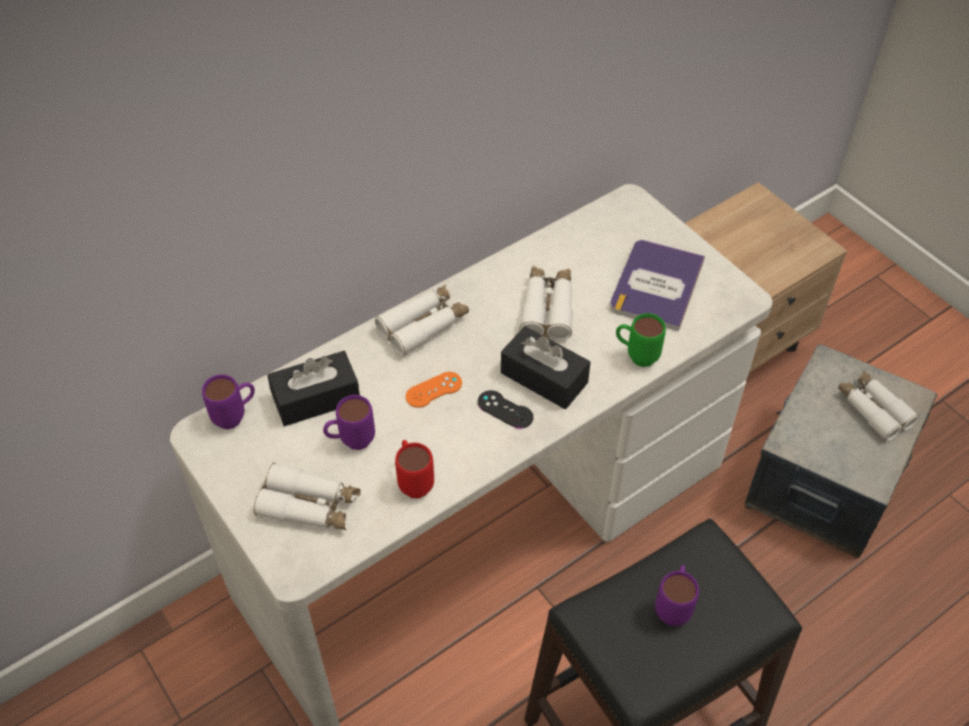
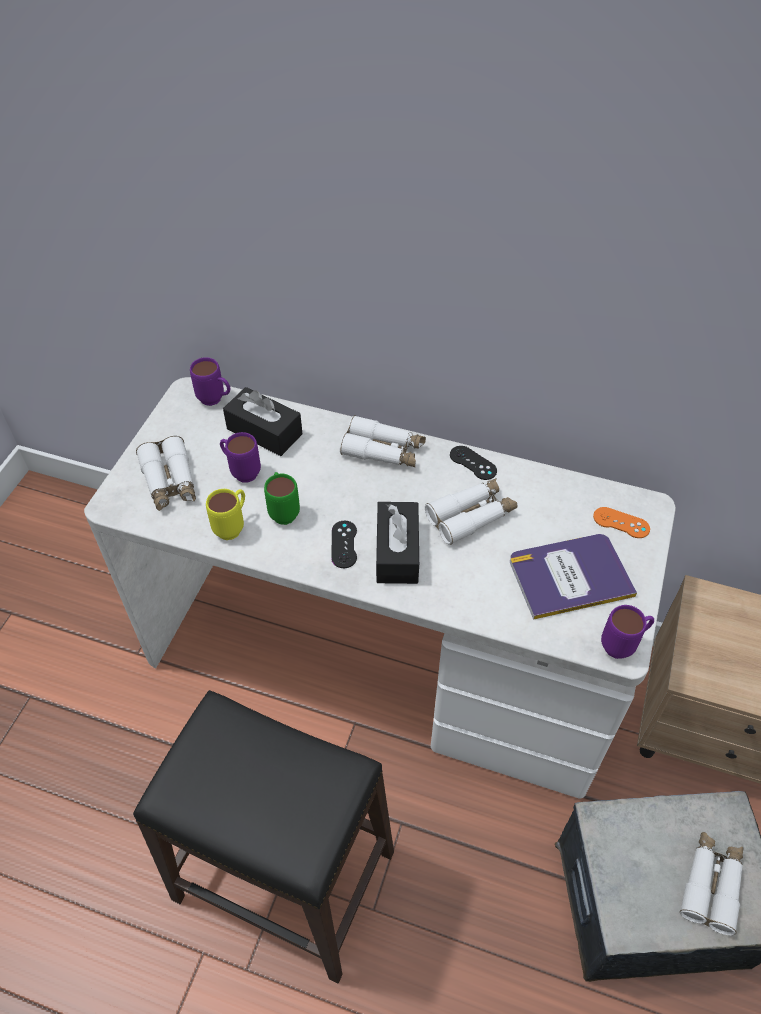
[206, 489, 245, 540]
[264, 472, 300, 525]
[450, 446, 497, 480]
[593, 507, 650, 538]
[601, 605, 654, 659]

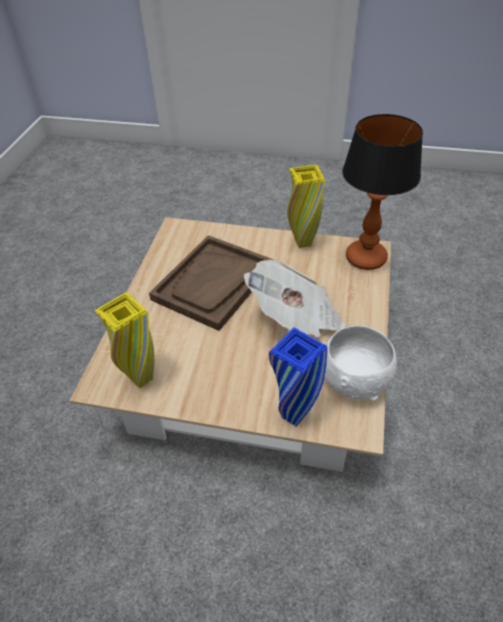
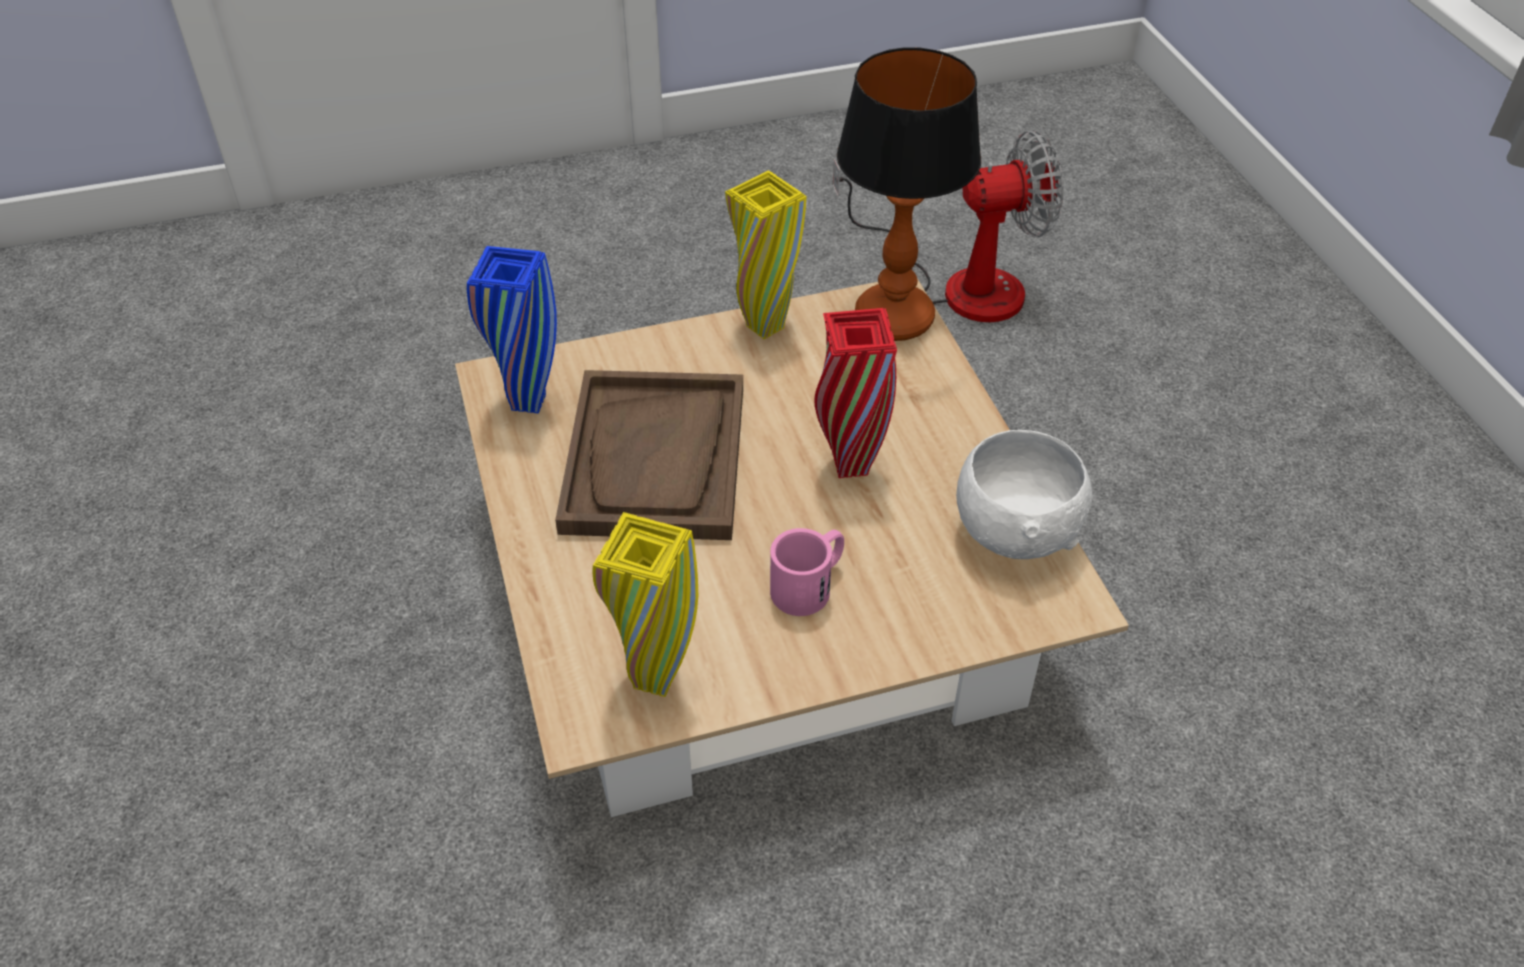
[467, 246, 557, 414]
[770, 528, 844, 616]
[814, 308, 897, 478]
[833, 131, 1064, 322]

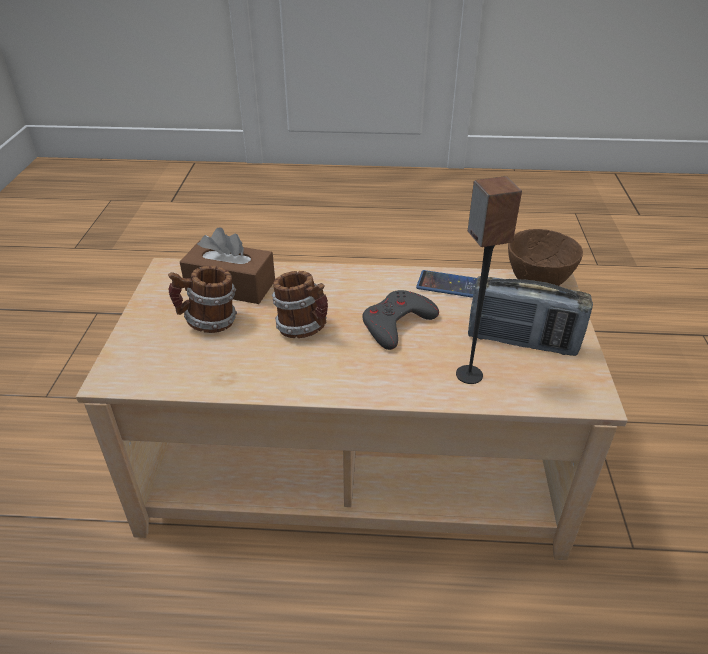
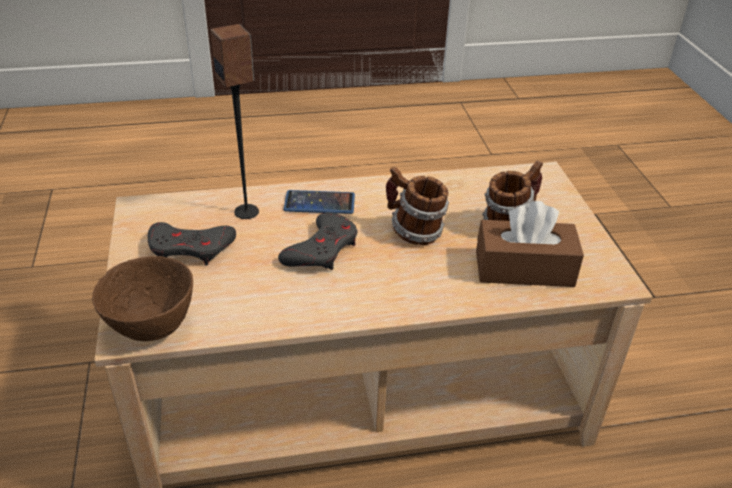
[148, 222, 236, 266]
[283, 190, 355, 214]

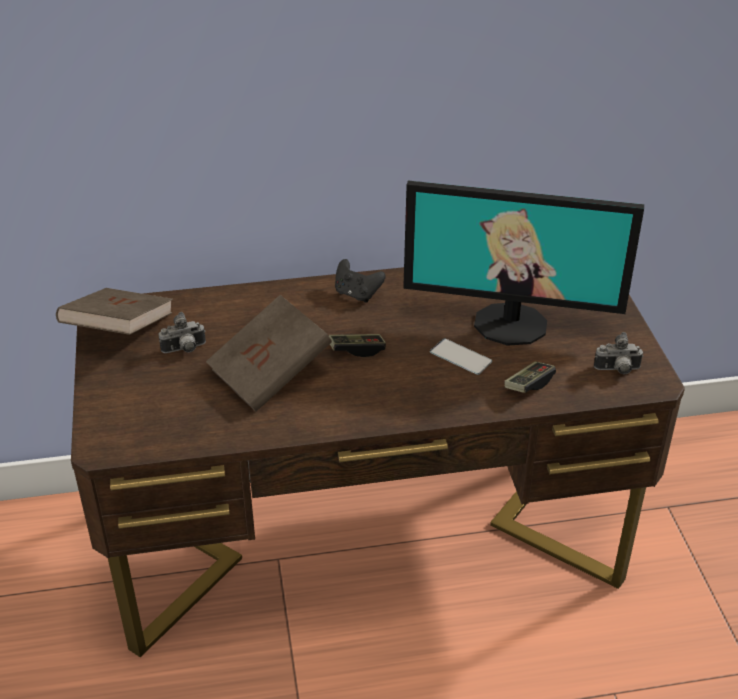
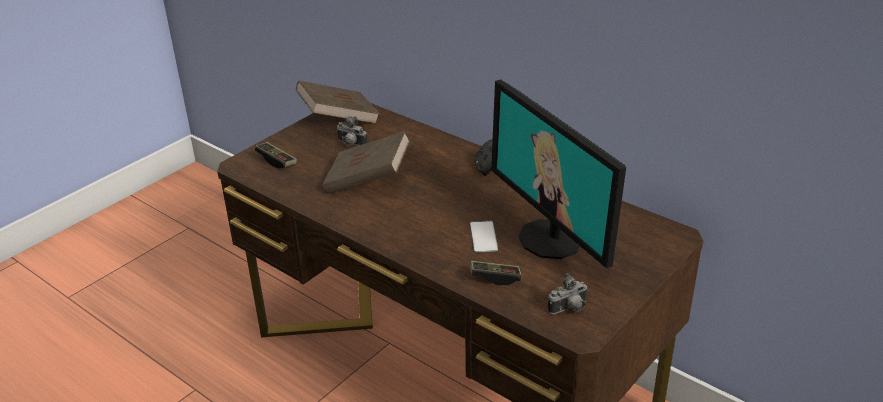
[255, 142, 297, 169]
[547, 273, 588, 314]

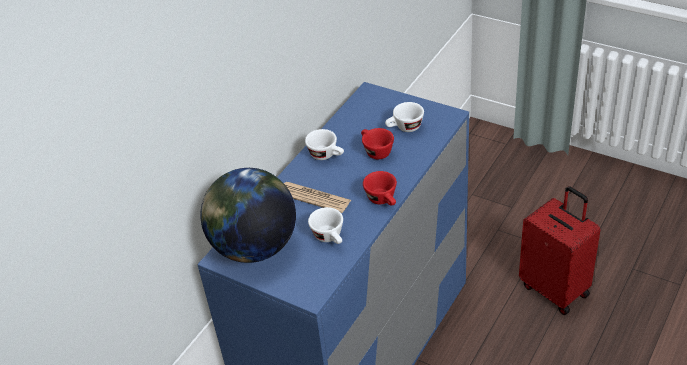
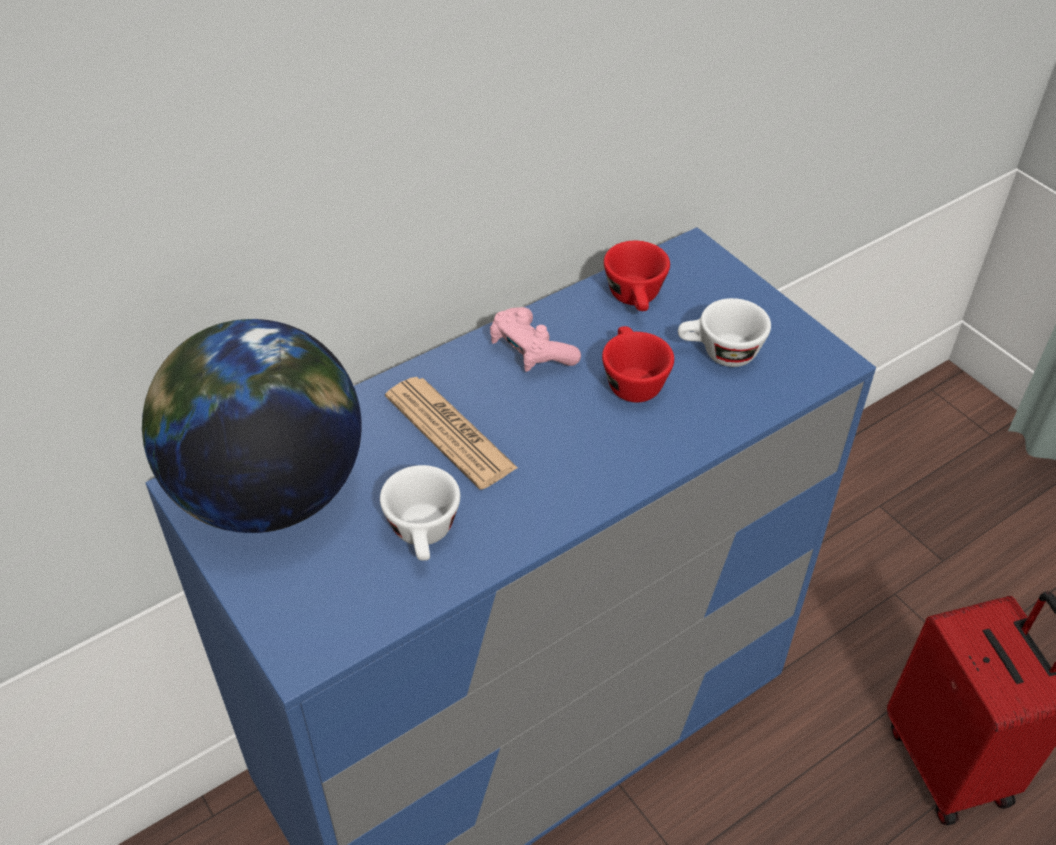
[490, 307, 581, 372]
[604, 241, 670, 311]

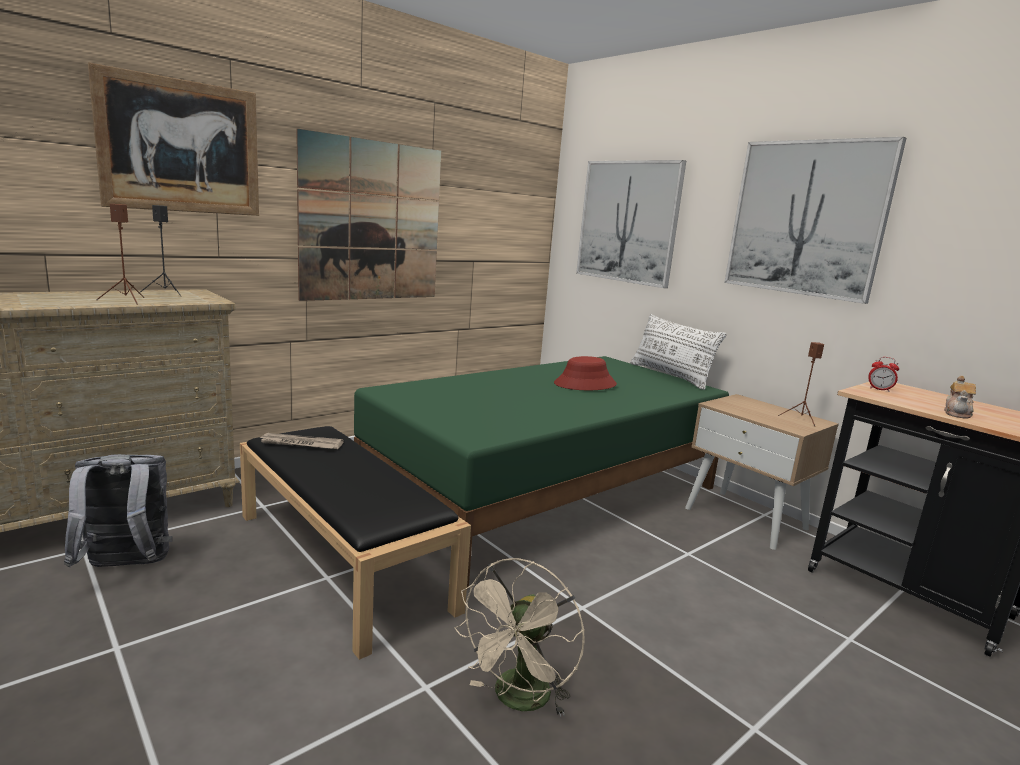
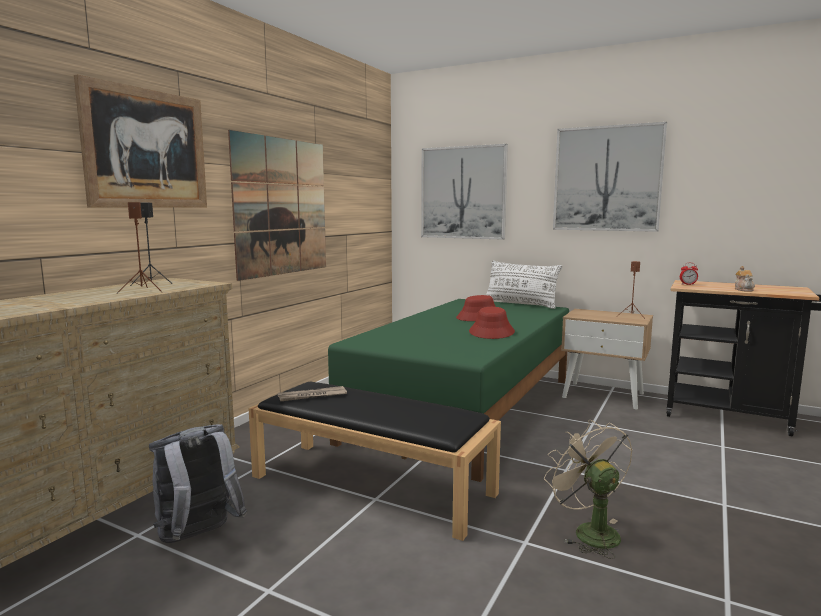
[469, 307, 515, 339]
[544, 420, 633, 559]

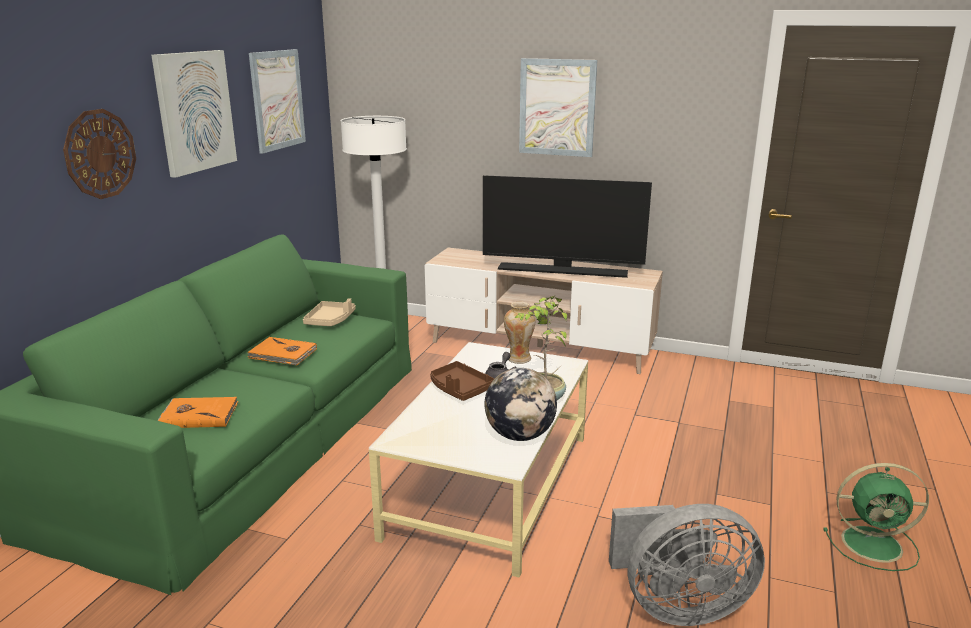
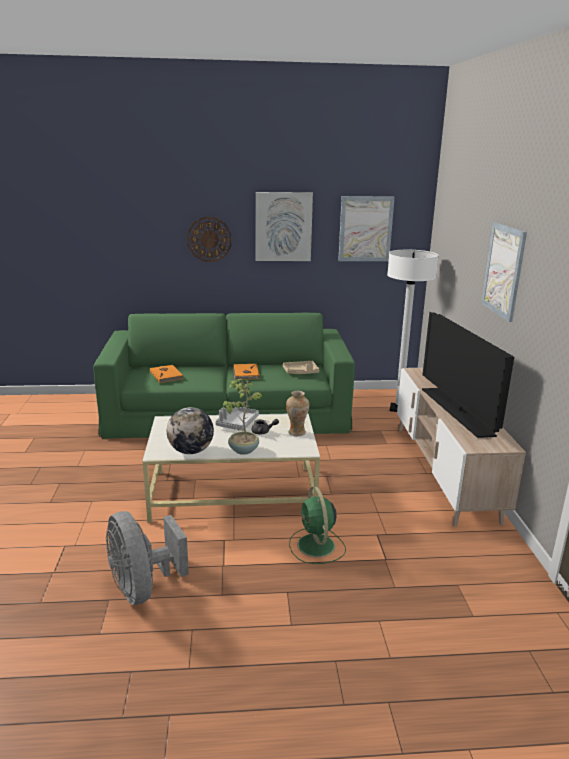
[215, 407, 259, 430]
[289, 486, 346, 564]

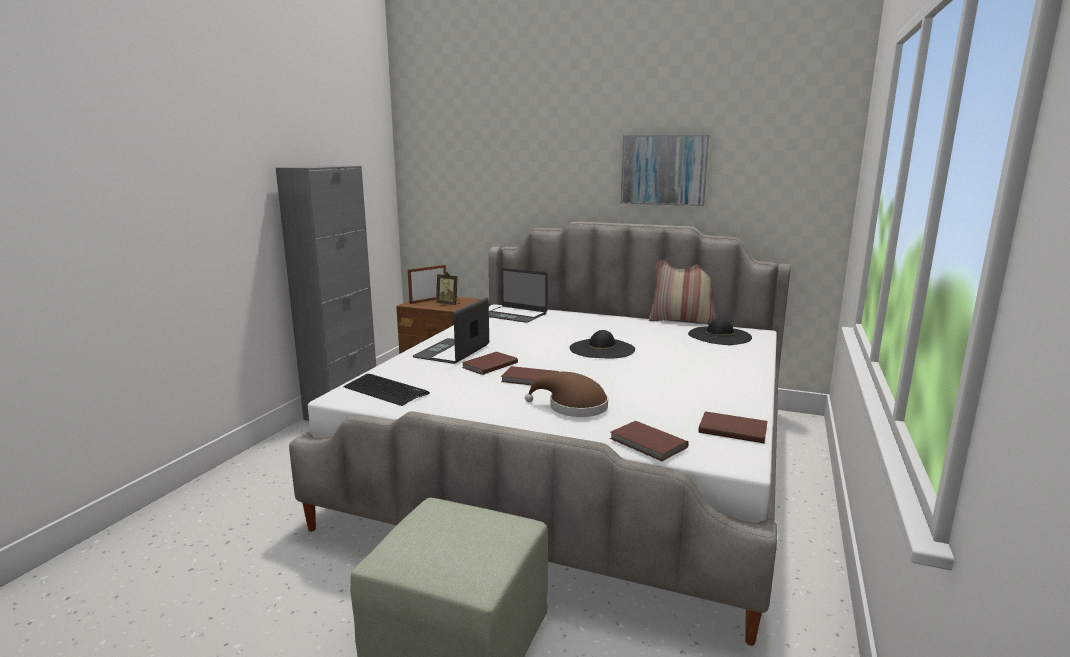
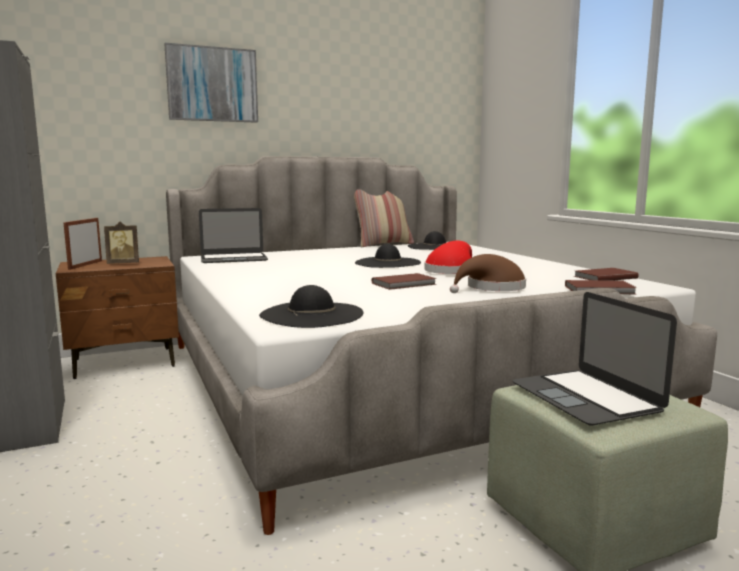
[164, 43, 258, 123]
[259, 285, 364, 328]
[424, 240, 472, 274]
[512, 292, 677, 425]
[462, 352, 518, 375] (first image)

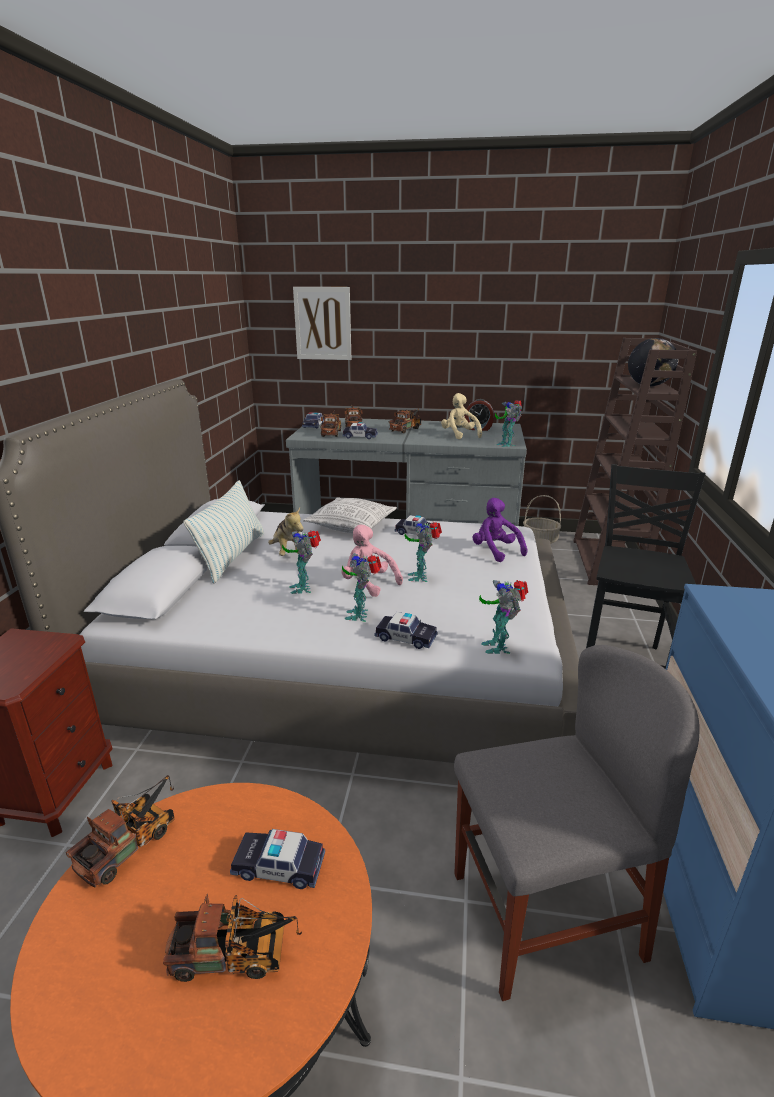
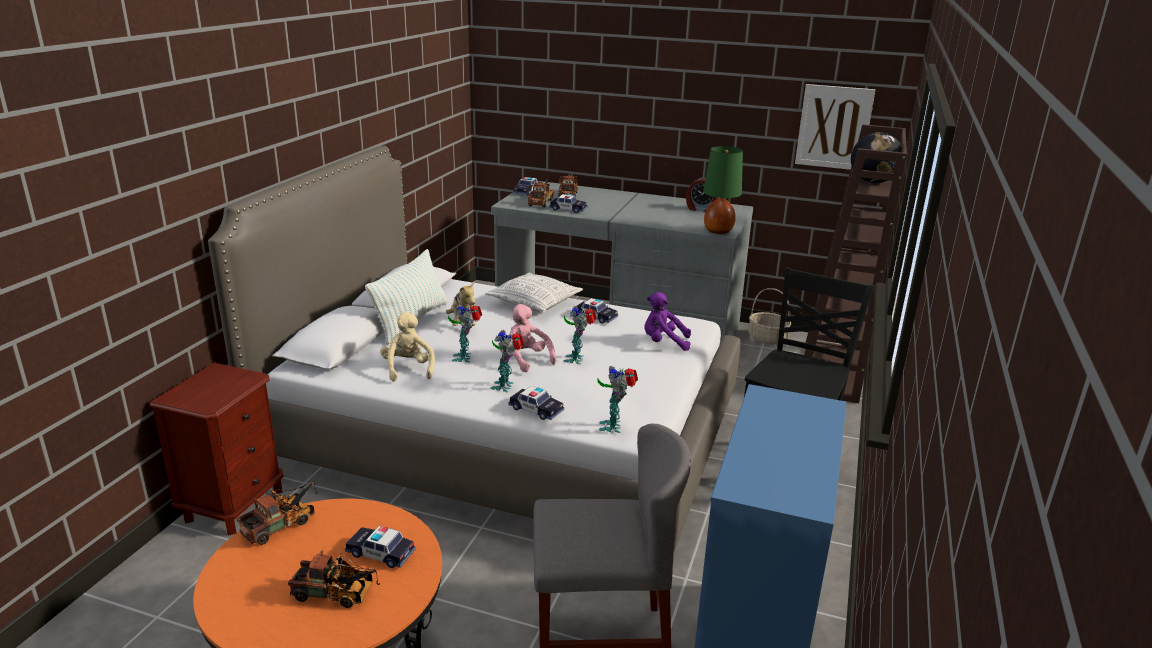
[380, 312, 435, 382]
[645, 292, 691, 351]
[703, 146, 743, 234]
[795, 84, 876, 170]
[389, 408, 421, 433] (first image)

